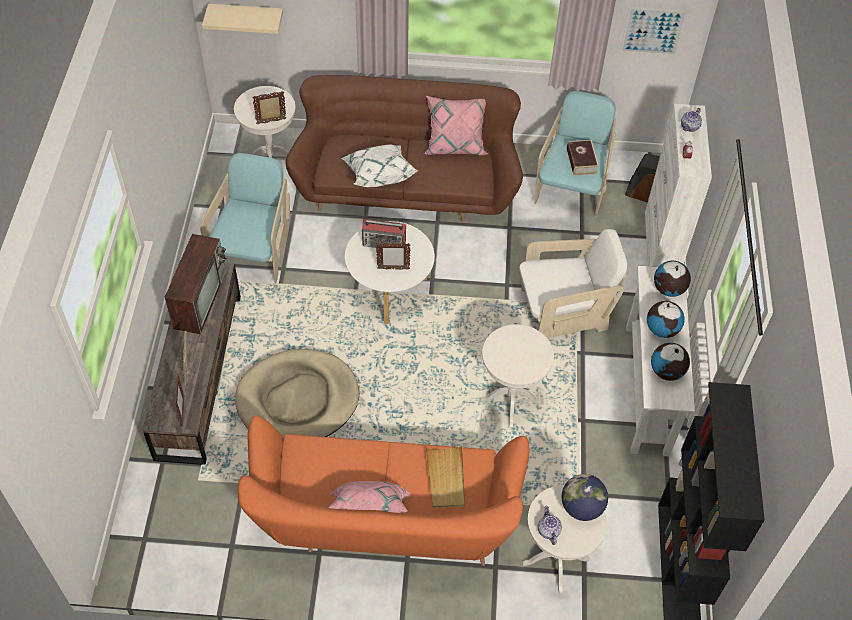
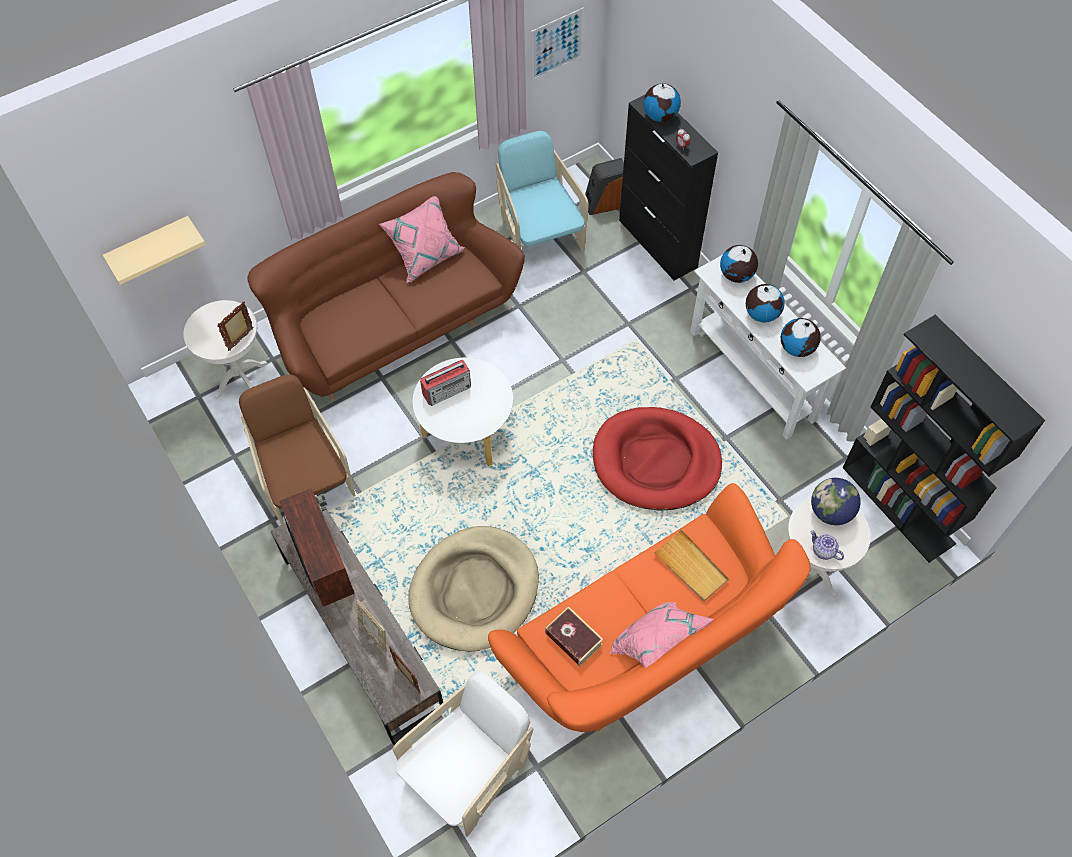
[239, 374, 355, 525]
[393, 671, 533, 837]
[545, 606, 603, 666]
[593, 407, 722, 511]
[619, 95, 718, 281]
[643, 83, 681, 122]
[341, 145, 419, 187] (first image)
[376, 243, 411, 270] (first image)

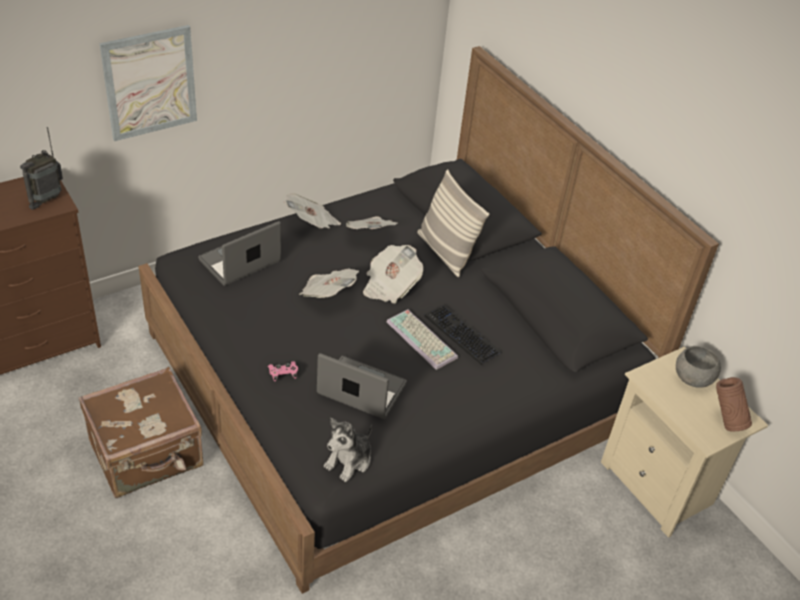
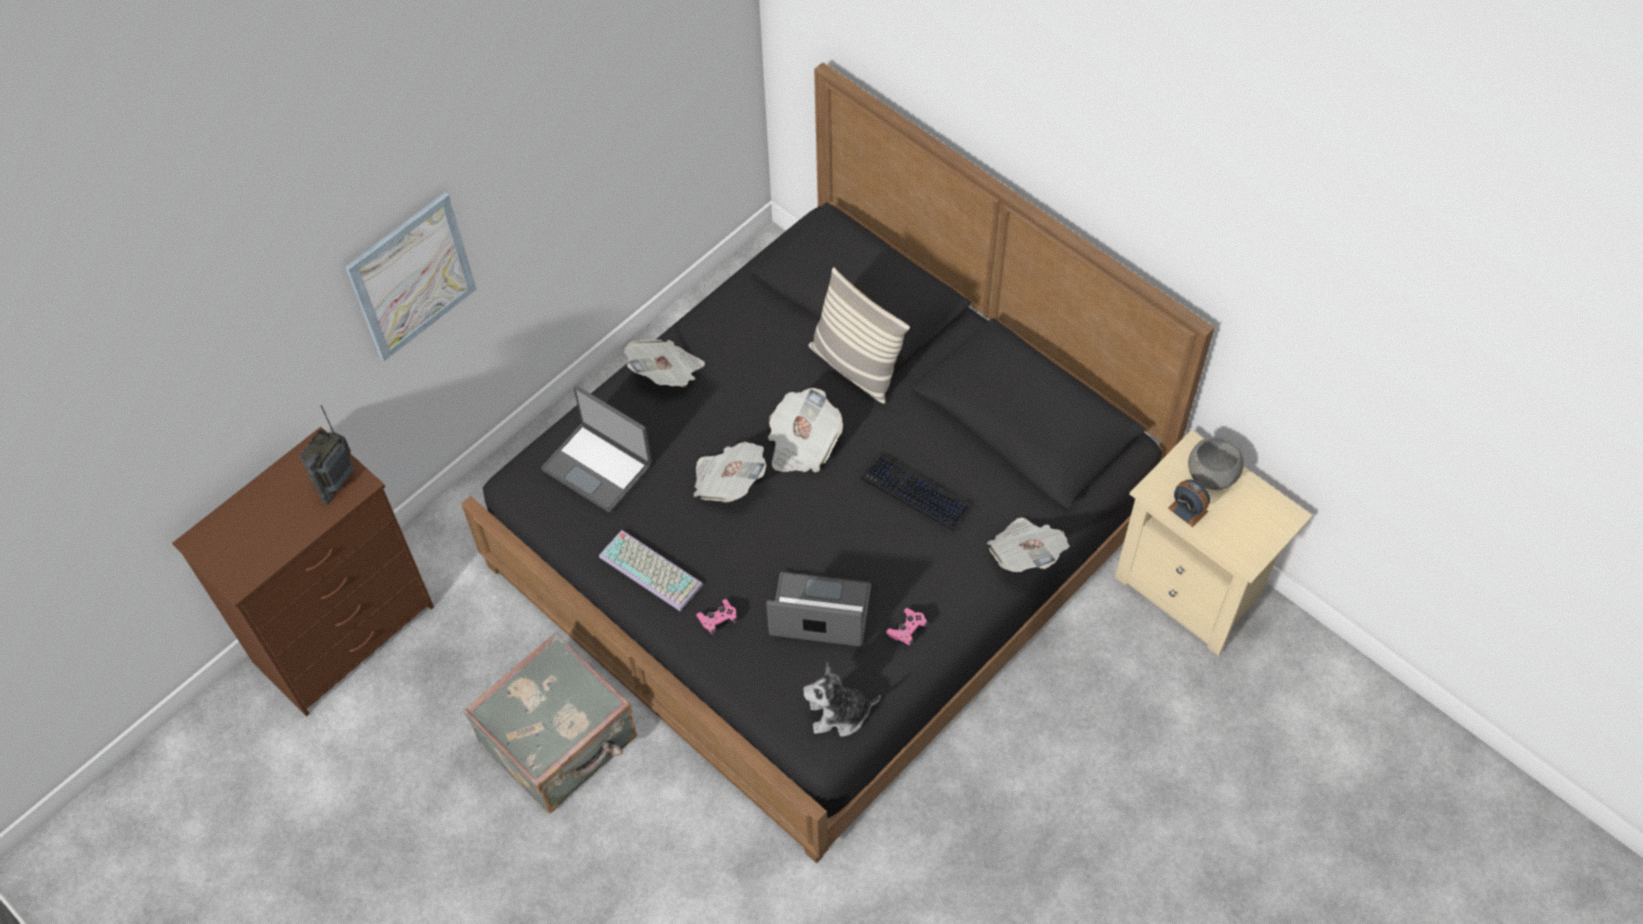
[463, 632, 637, 814]
[541, 385, 652, 513]
[599, 530, 703, 611]
[803, 663, 881, 737]
[886, 608, 928, 646]
[987, 518, 1070, 572]
[1168, 480, 1210, 527]
[716, 377, 752, 431] (first image)

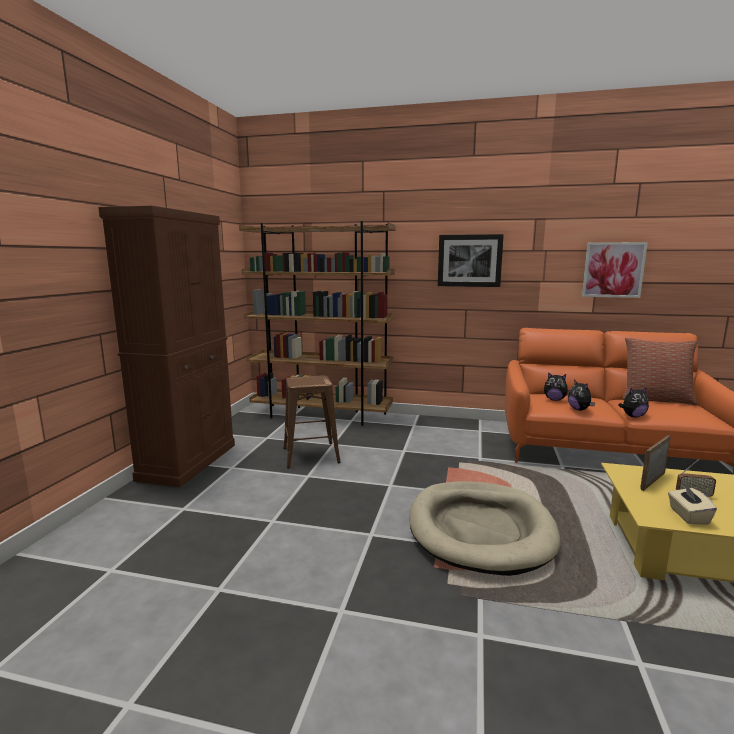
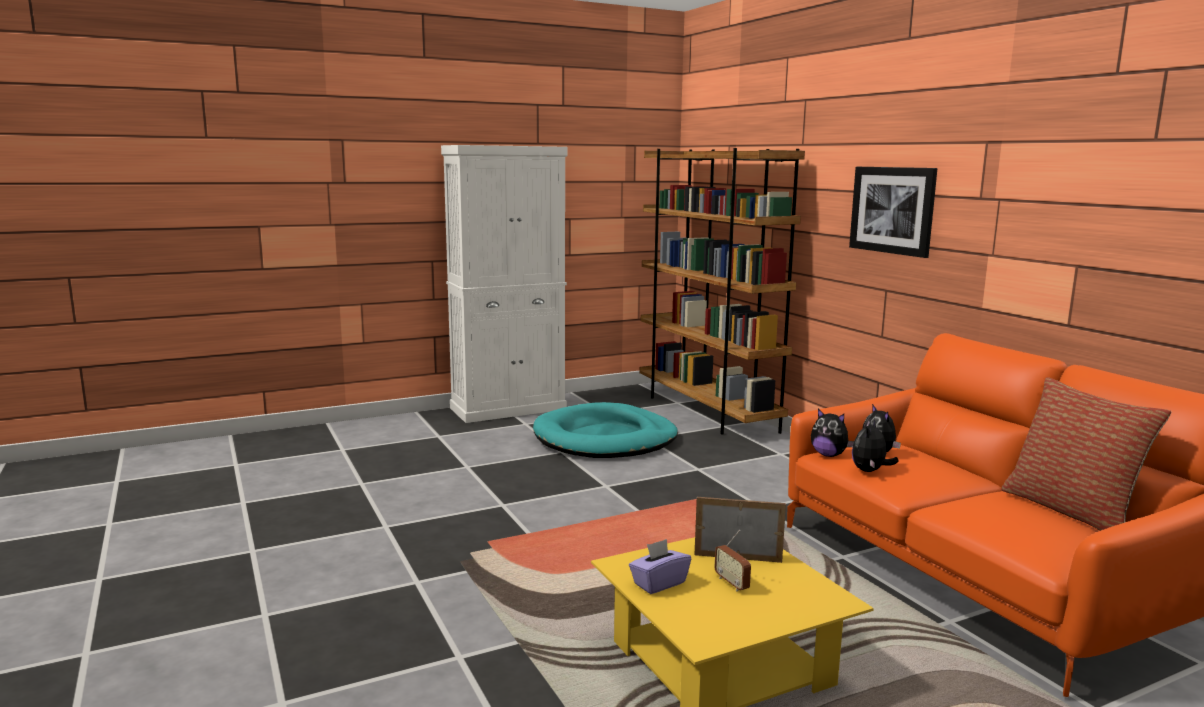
[441, 145, 567, 423]
[533, 402, 678, 458]
[629, 539, 691, 594]
[811, 409, 854, 457]
[409, 481, 560, 576] (first image)
[582, 242, 648, 298] (first image)

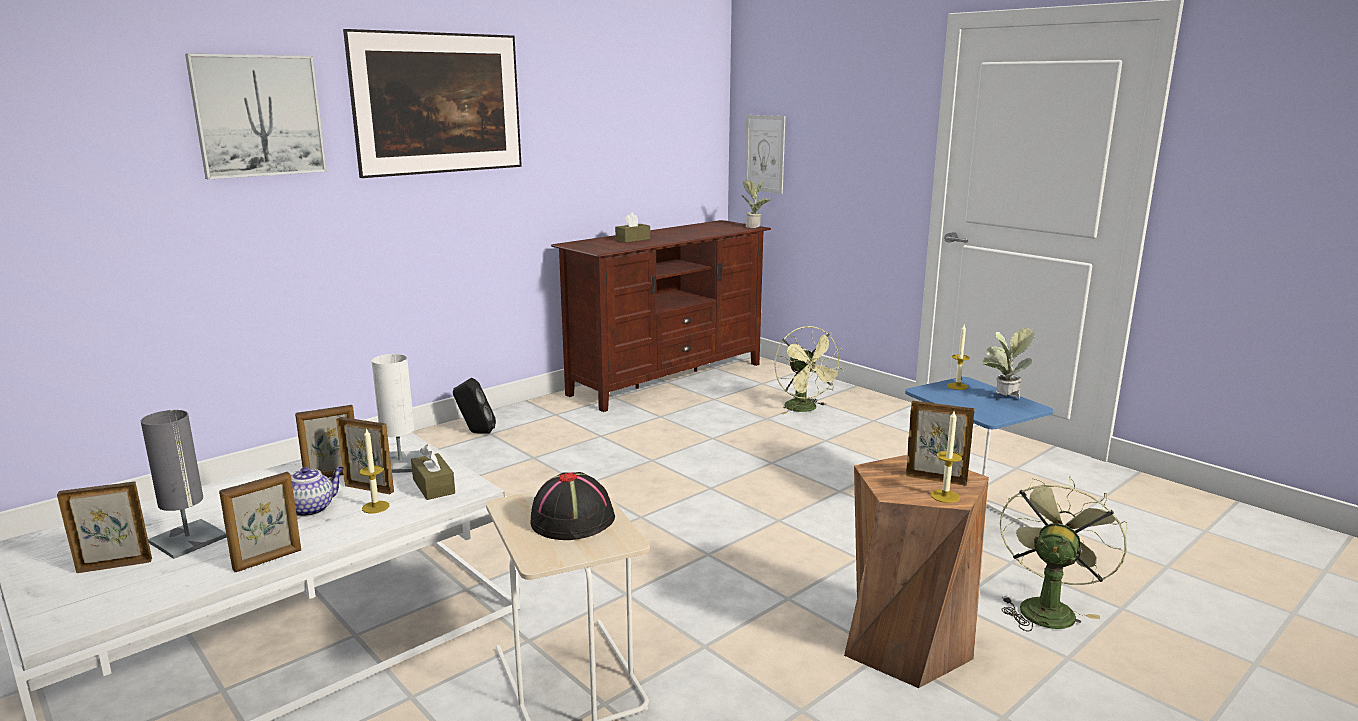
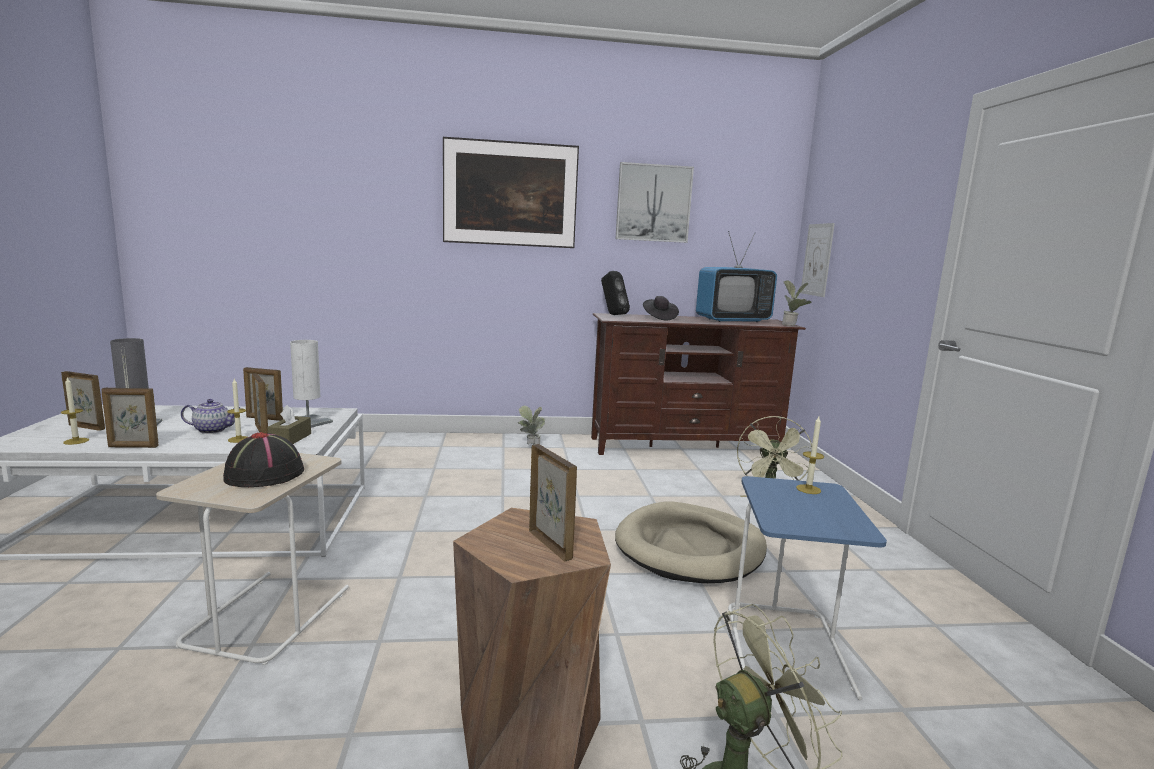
[61, 377, 89, 445]
[518, 405, 545, 445]
[601, 271, 630, 315]
[615, 162, 694, 243]
[615, 501, 767, 583]
[643, 296, 679, 320]
[696, 231, 777, 322]

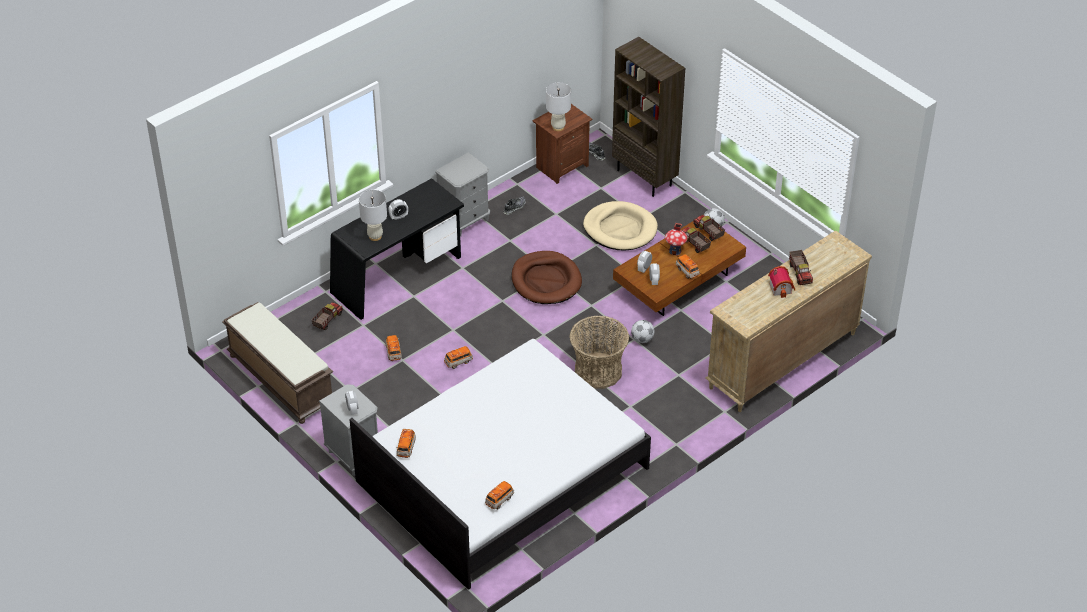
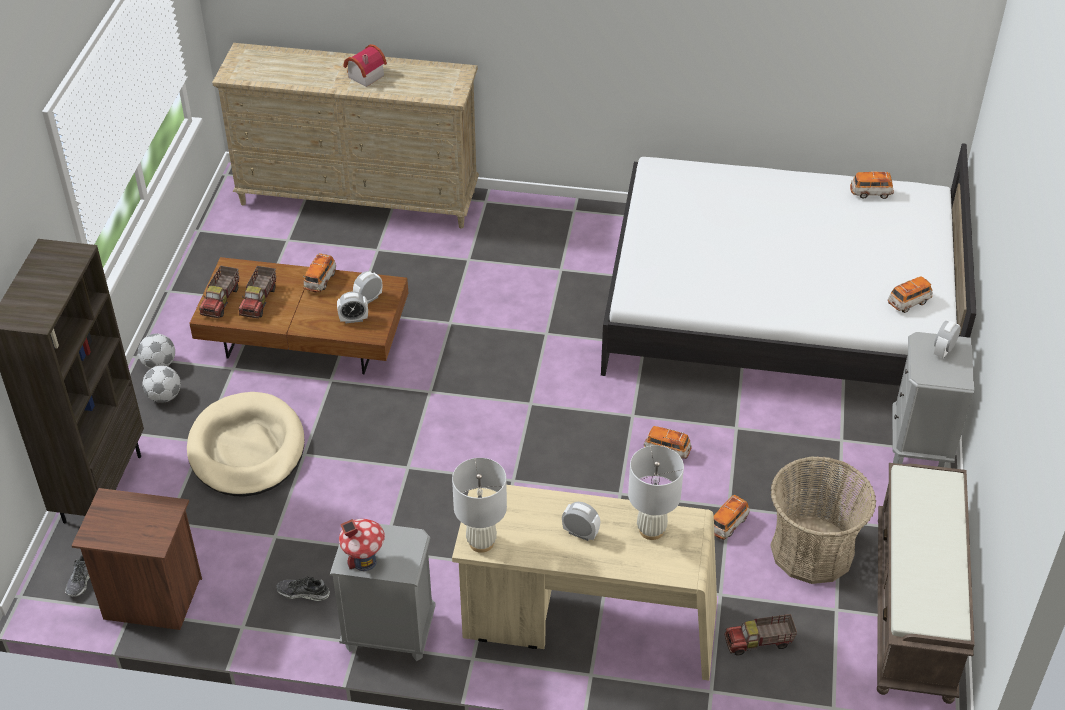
[143, 365, 181, 403]
[339, 519, 385, 571]
[452, 458, 507, 553]
[452, 485, 717, 681]
[770, 456, 876, 584]
[511, 251, 582, 304] (first image)
[789, 250, 813, 285] (first image)

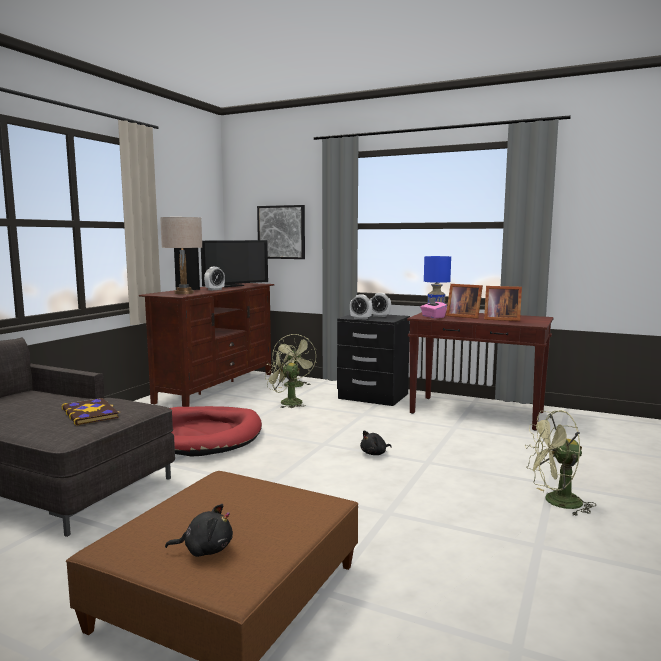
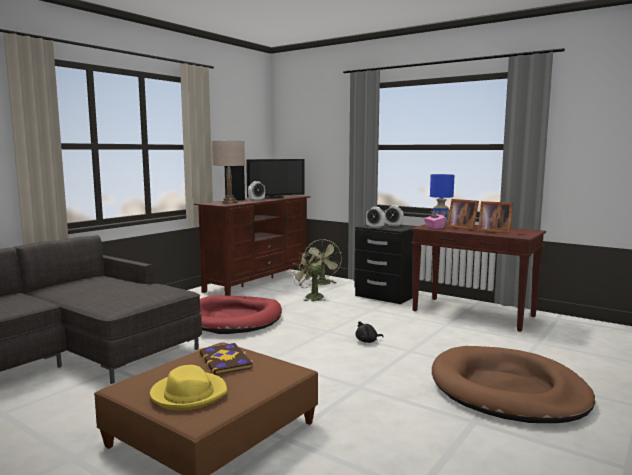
[150, 365, 227, 410]
[198, 343, 254, 375]
[432, 346, 595, 423]
[257, 205, 305, 259] (first image)

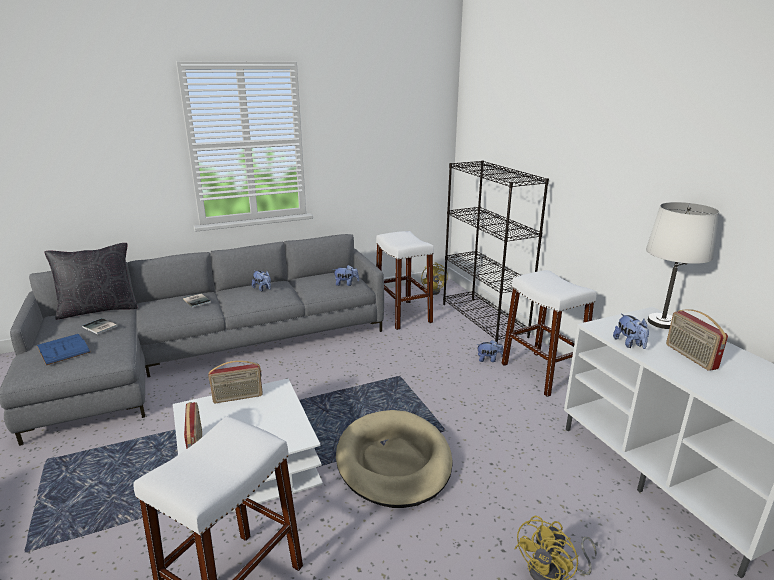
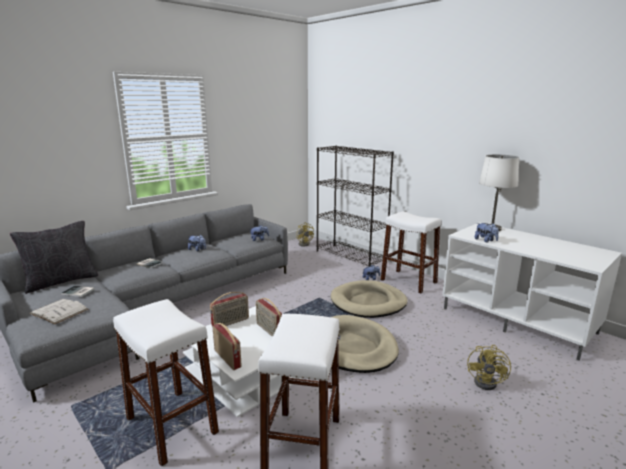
[29, 299, 89, 324]
[113, 299, 219, 467]
[256, 298, 282, 337]
[331, 280, 408, 318]

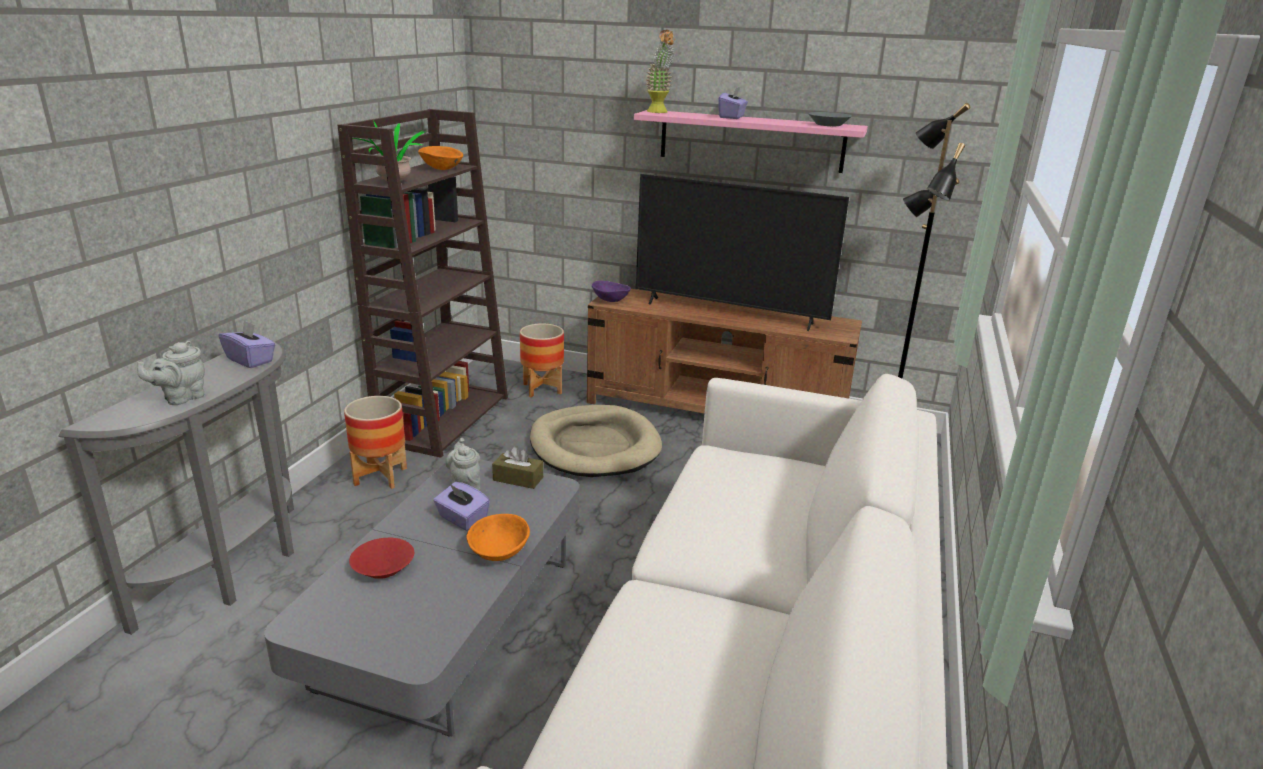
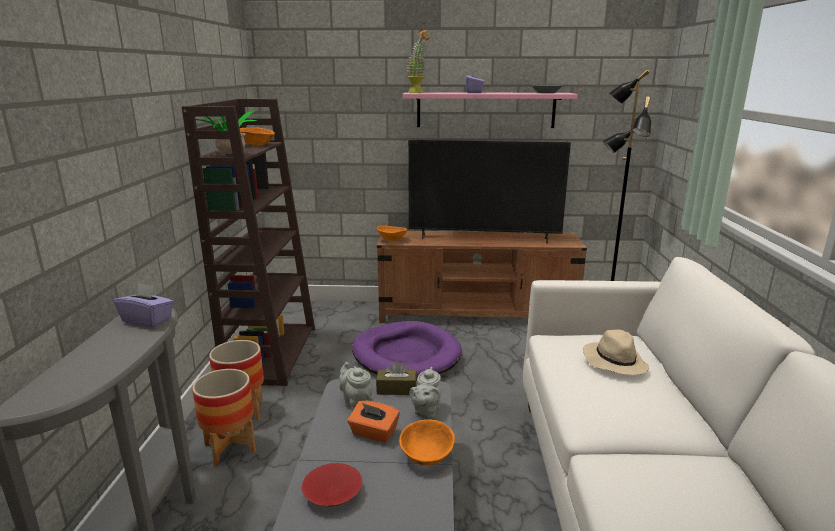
[192, 369, 256, 466]
[347, 400, 400, 443]
[352, 321, 462, 378]
[377, 226, 407, 241]
[409, 367, 442, 419]
[583, 330, 649, 375]

